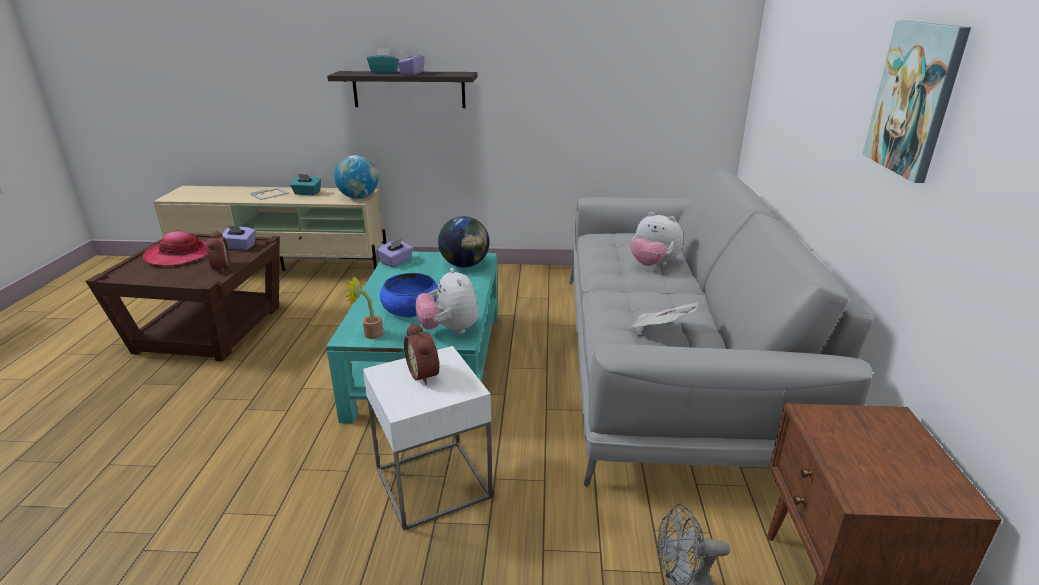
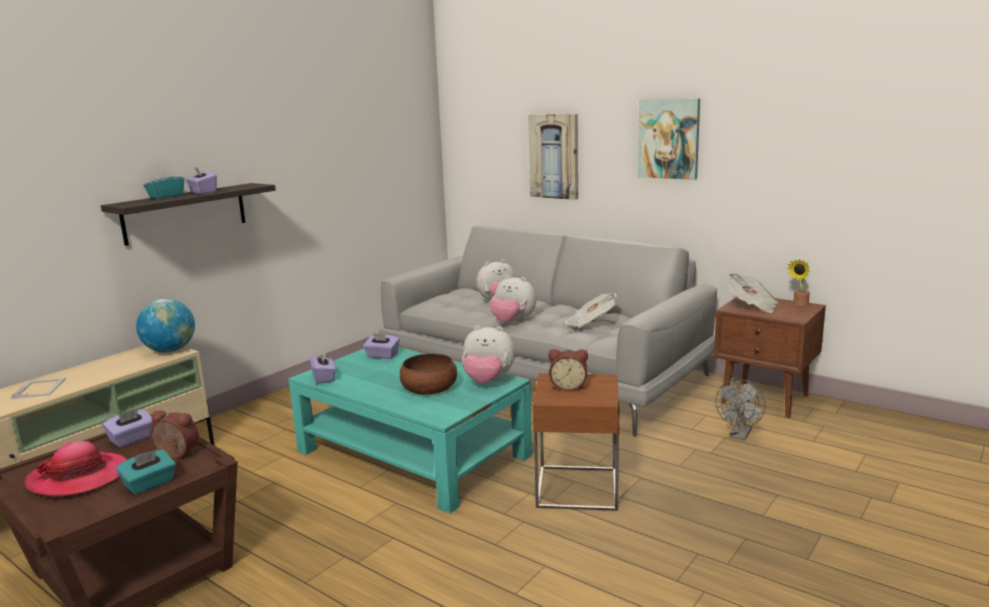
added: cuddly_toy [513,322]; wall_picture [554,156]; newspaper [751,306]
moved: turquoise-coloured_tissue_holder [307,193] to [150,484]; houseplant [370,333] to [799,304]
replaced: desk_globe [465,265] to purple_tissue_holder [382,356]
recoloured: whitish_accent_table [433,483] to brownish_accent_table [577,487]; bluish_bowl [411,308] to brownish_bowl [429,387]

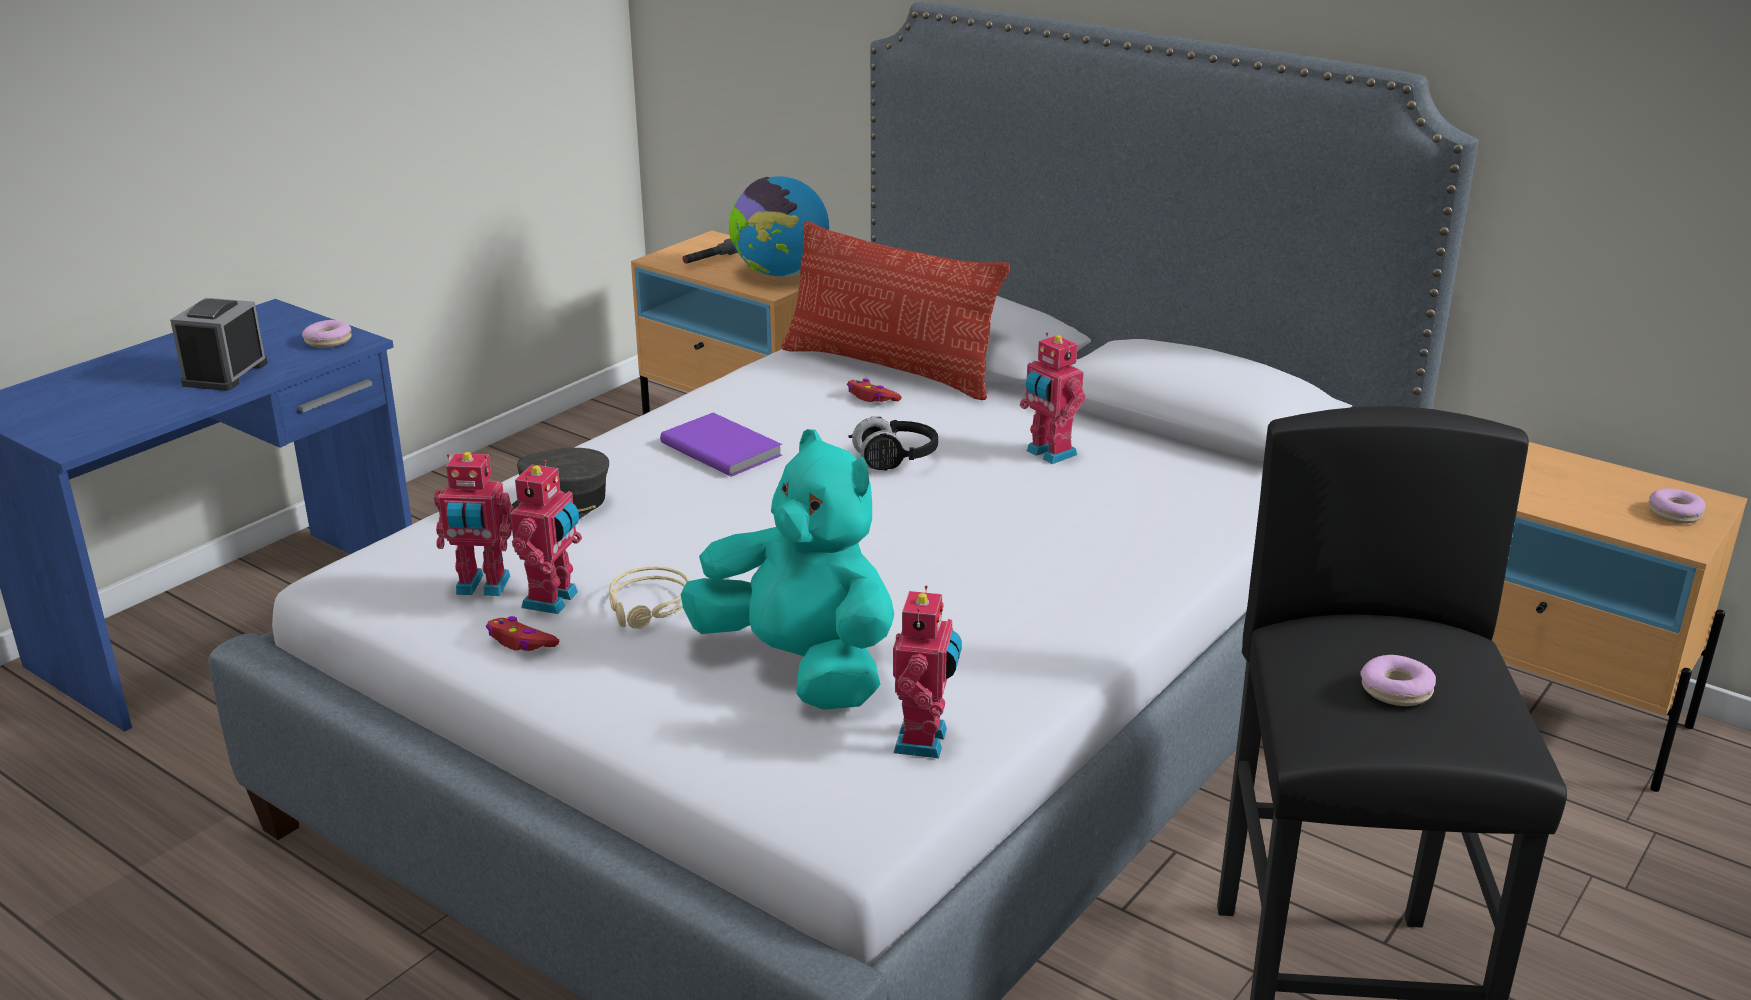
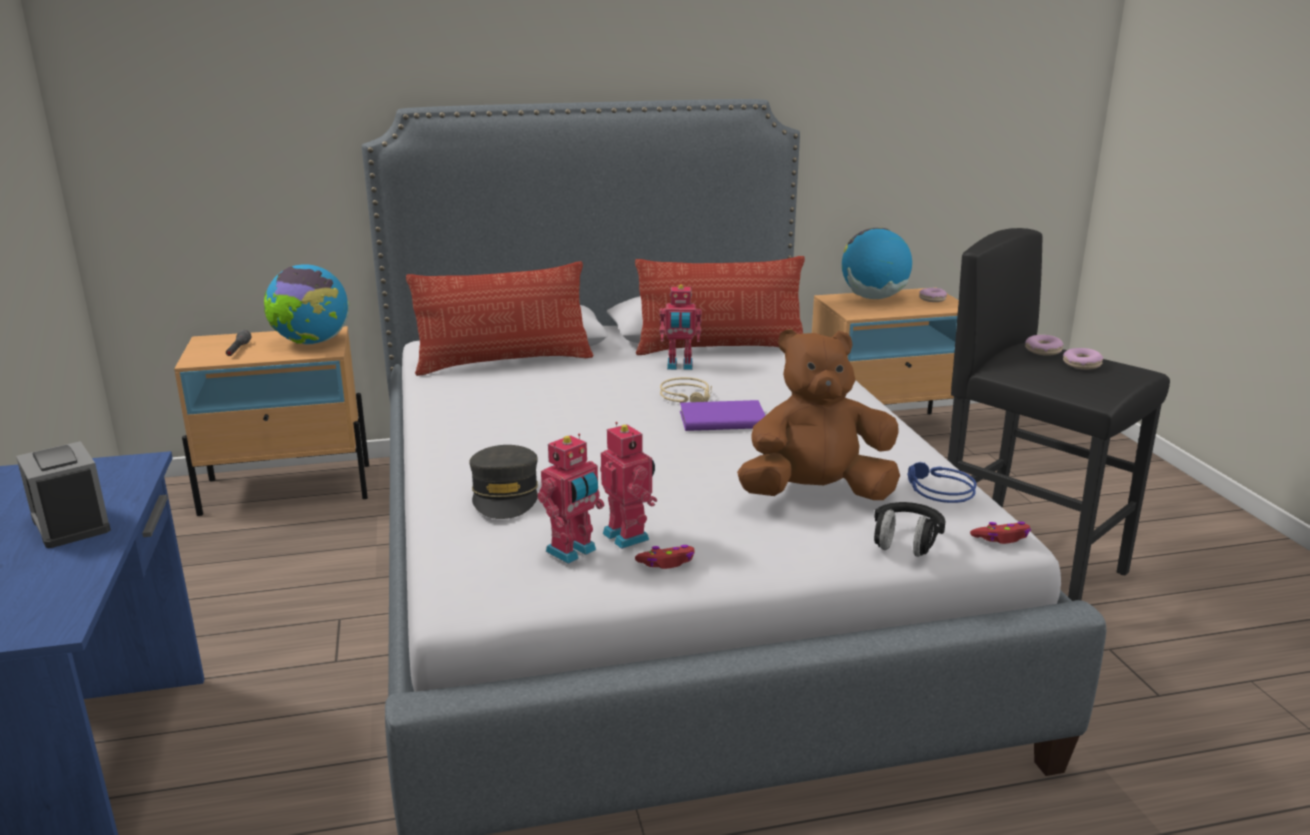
added: cushion [720,349]; desk_globe [873,298]
moved: donut [328,341] to [1043,351]; beige-coloured_headphones [649,607] to [688,397]; purple_volume [722,448] to [721,419]; red_gamepad [872,398] to [1001,538]; black-coloured_headphones [895,460] to [905,542]
replaced: toy_robot [925,741] to bluish_headphones [936,491]
recoloured: turquoise-coloured_cuddly_toy [800,666] to brownish_cuddly_toy [816,494]

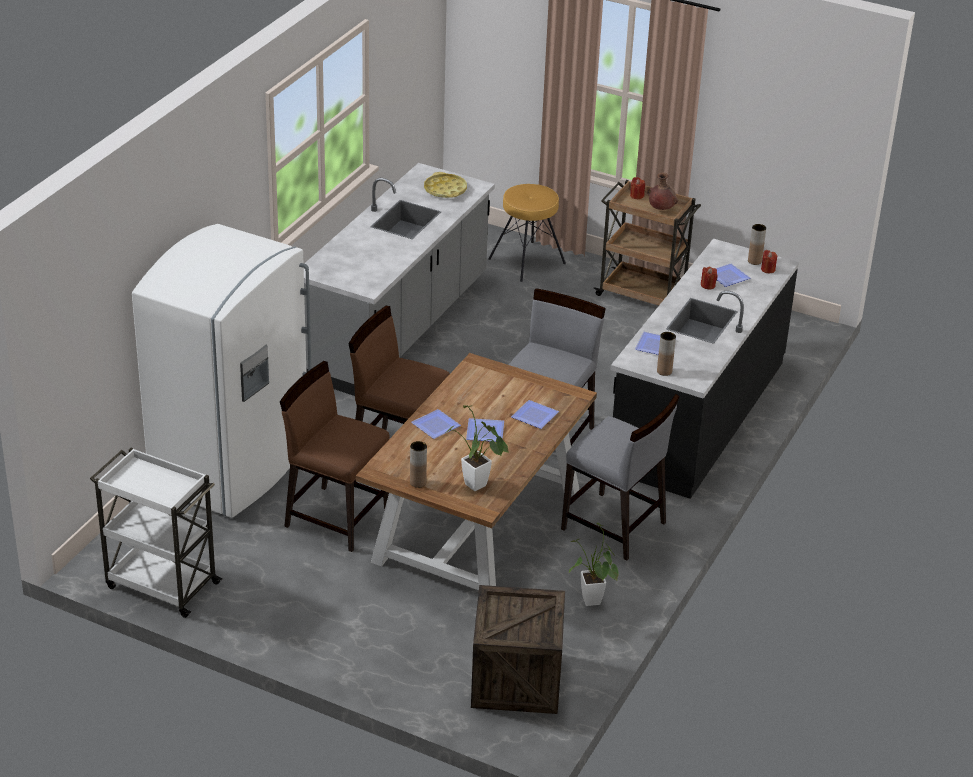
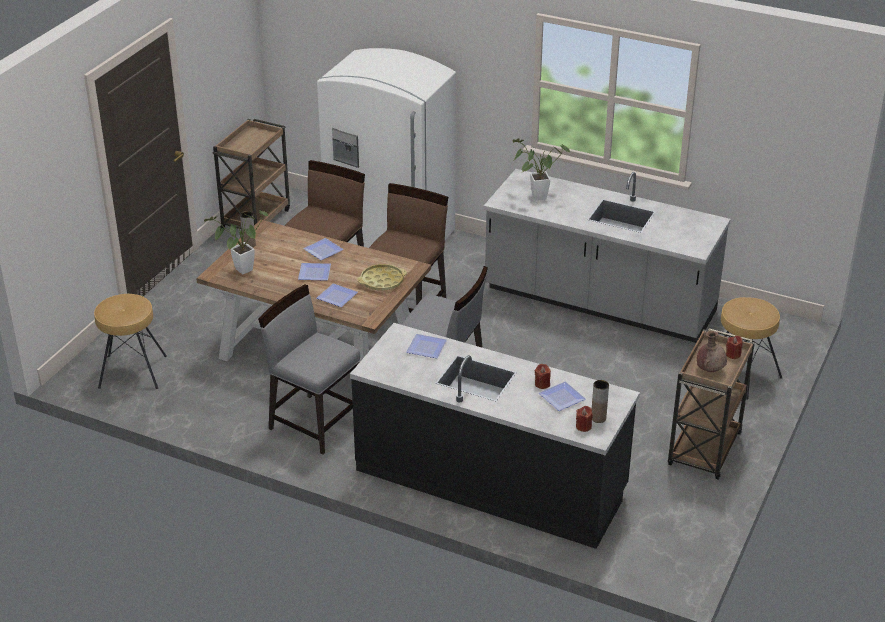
removed: brownish_flower_vase [664,371]
moved: yellow-coloured_carrying_tray [445,190] to [382,281]; houseplant [592,604] to [535,197]
replaced: crate [516,680] to brownish_stool [132,371]
recoloured: whitish_cart [160,584] to brownish_cart [256,219]
turned: gray_chair [614,527] = [315,423] 90 degrees clockwise

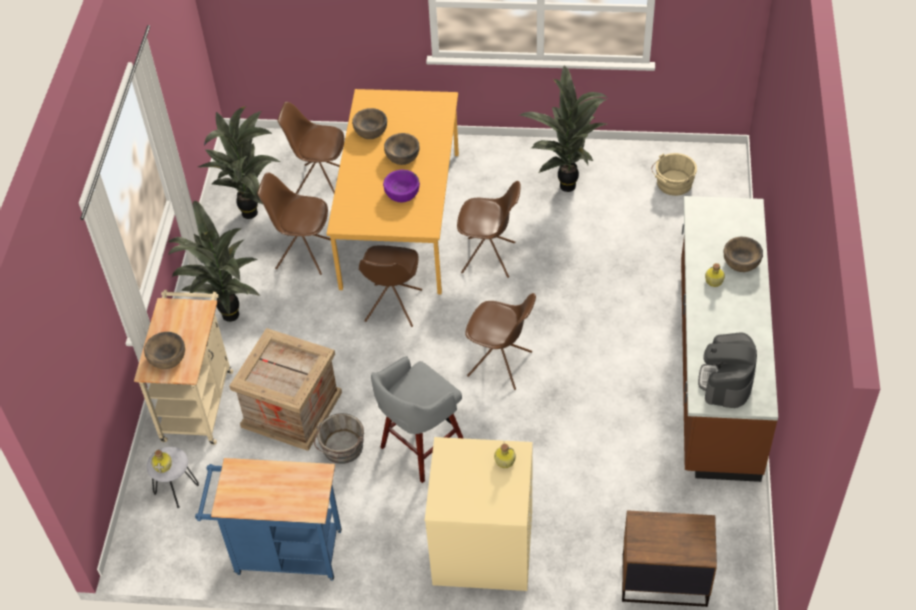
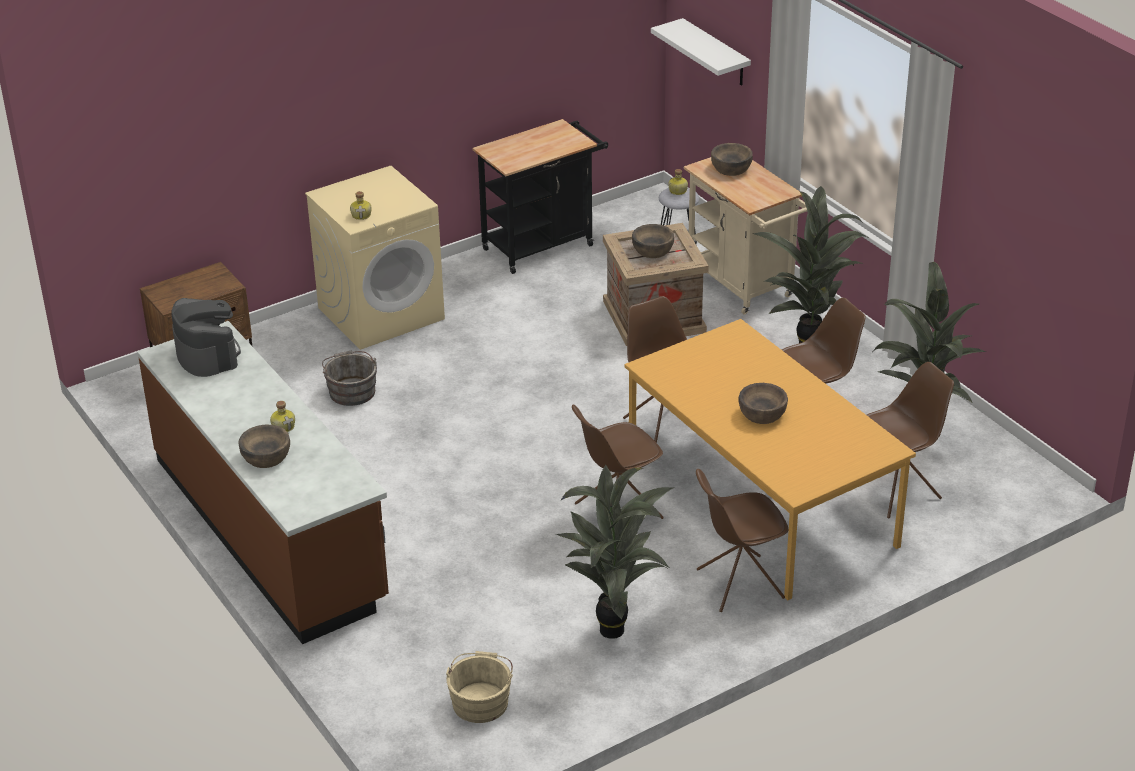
removed: gray_stool [420,447]; purple_bowl [402,193]
added: whitish_wall_shelf [715,53]
moved: gray_pail [342,449] to [351,390]; brownish_bowl [370,130] to [652,250]; brownish_chair [501,364] to [738,584]
recoloured: bluish_cart [282,552] to black-coloured_cart [543,245]

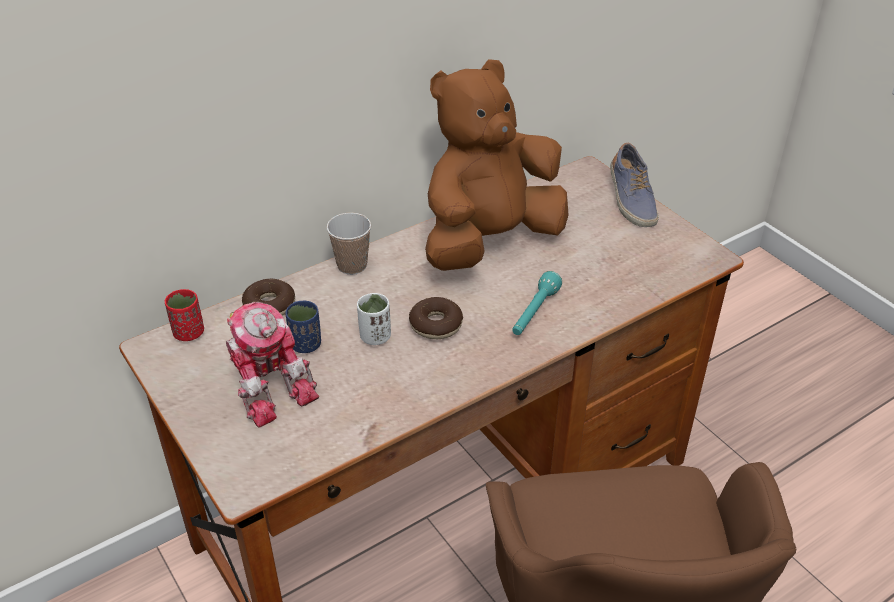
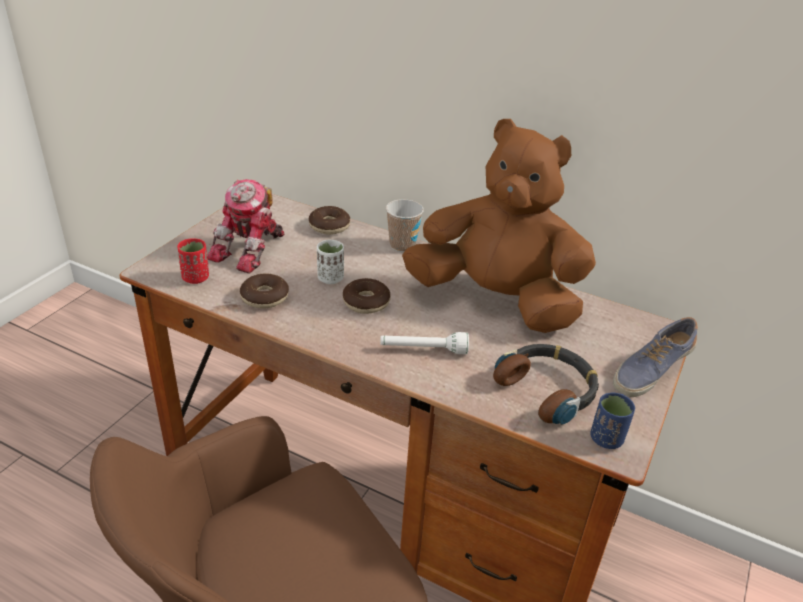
added: donut [265,298]; headphones [547,389]
moved: red_drinking_cup [189,333] to [196,278]; bluish_drinking_cup [306,345] to [606,439]
recoloured: turquoise-coloured_torch [534,313] to whitish_torch [423,350]

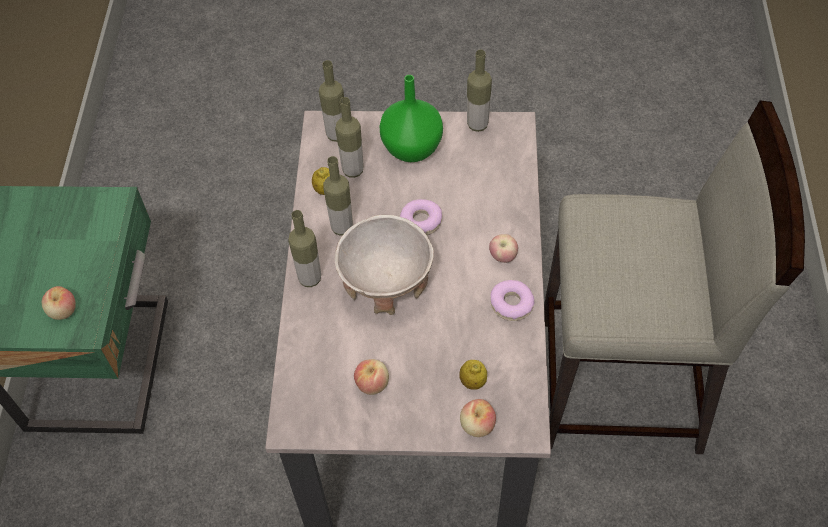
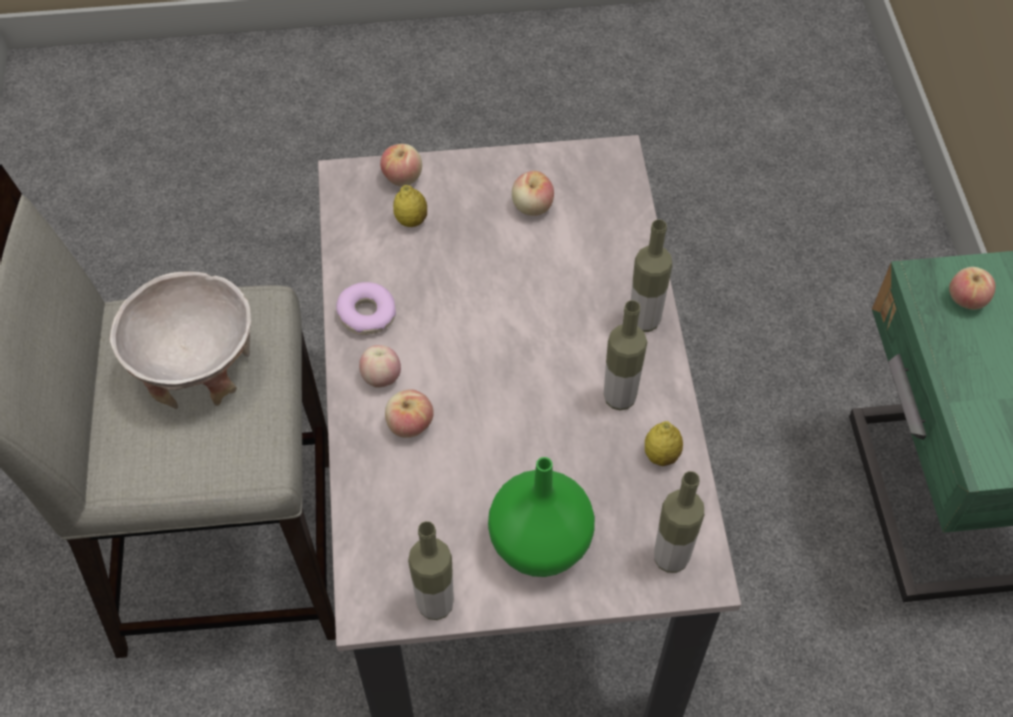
removed: drink_bottle [353,170]; donut [421,221]
added: whole_apple [409,425]
moved: beige-coloured_bowl [386,284] to [196,369]

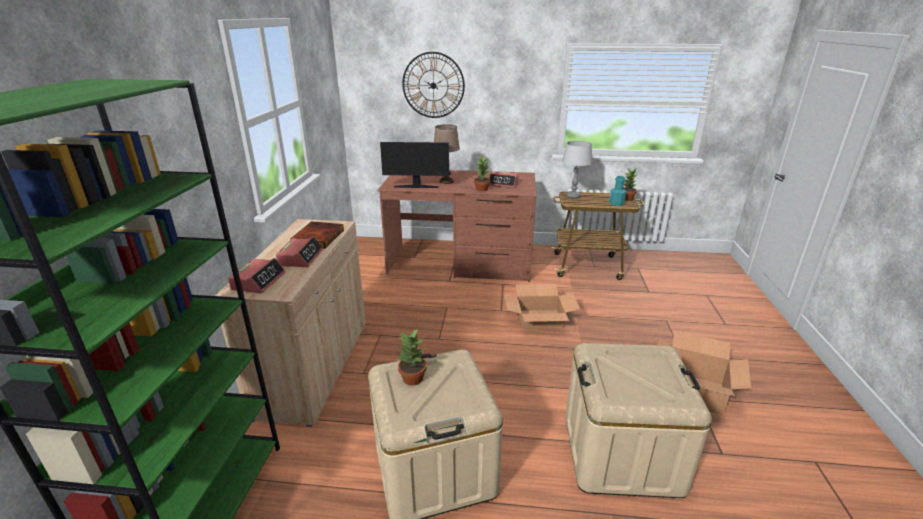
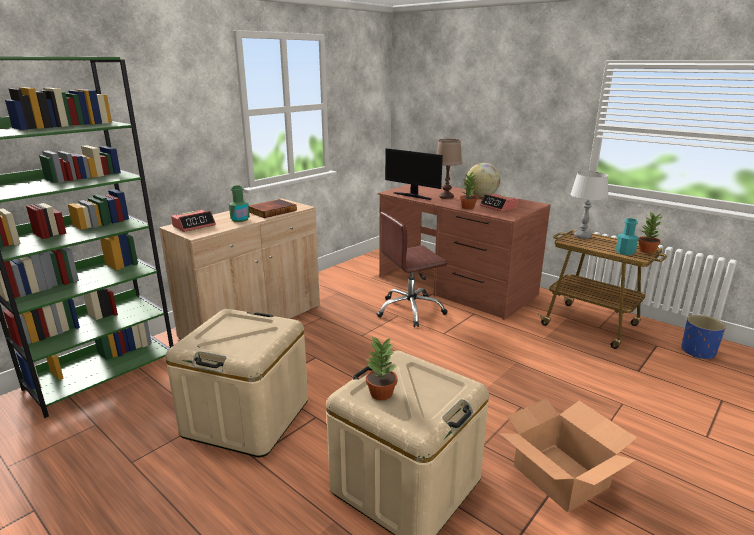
removed: hanging_clock [433,85]; packing_box [539,319]
added: brownish_computer_chair [410,310]; desk_globe [482,196]; bluish_flower_pot [698,352]
moved: houseplant [412,378] to [380,393]
replaced: alarm_clock [300,258] to green_drink_bottle [240,219]

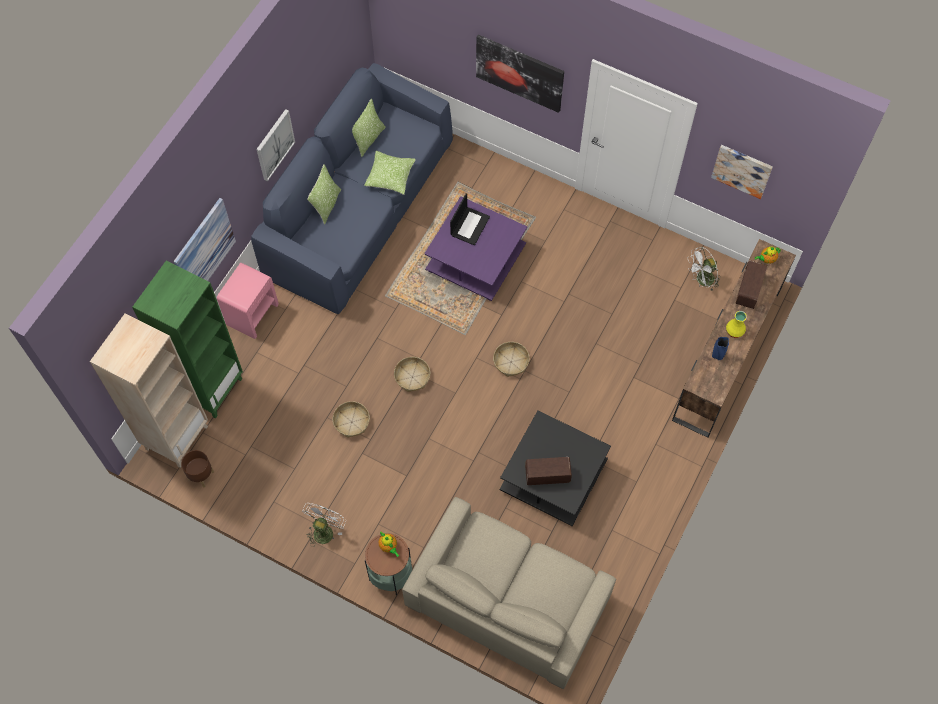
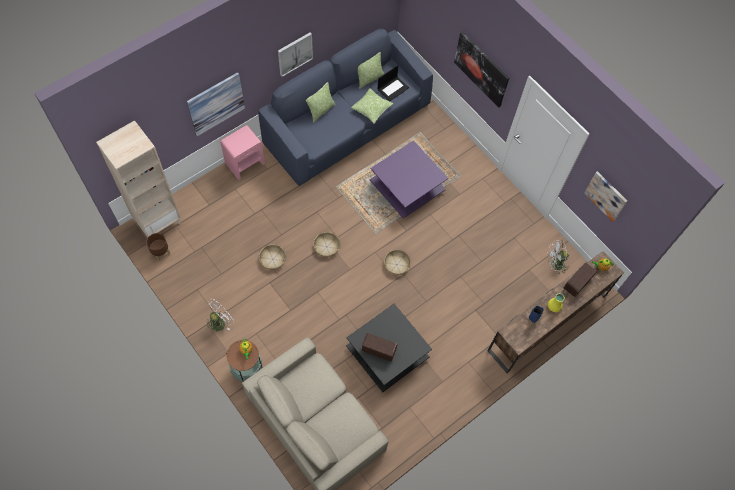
removed: green_bookshelf [211,388]
moved: notebook_computer [470,225] to [393,88]

